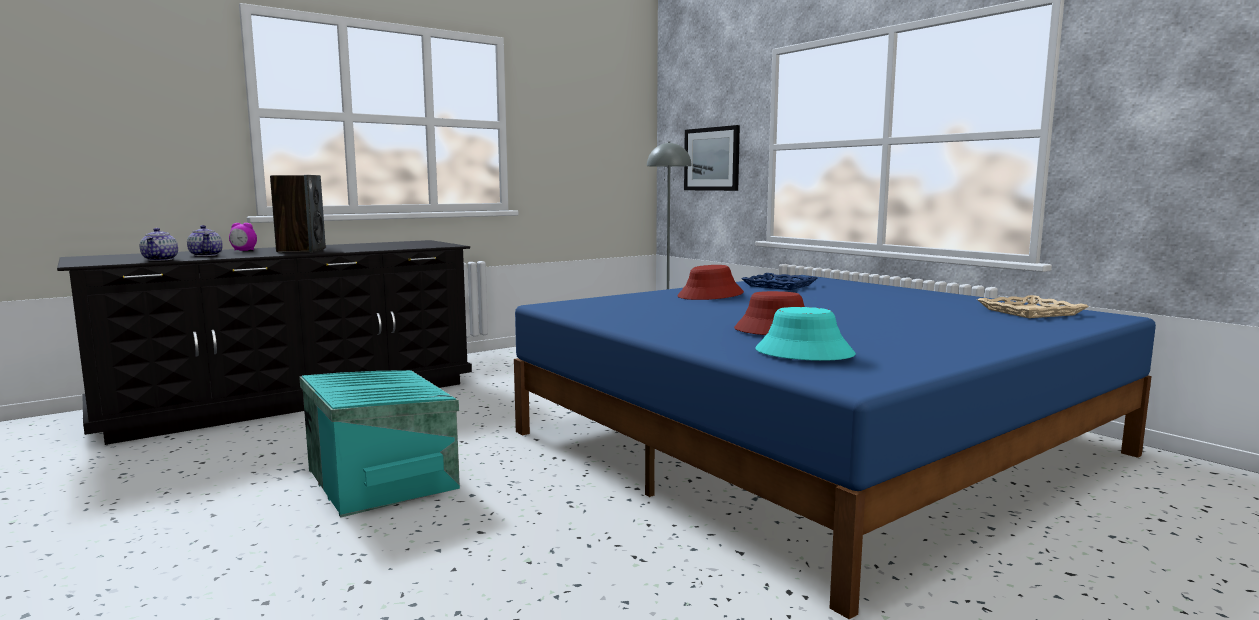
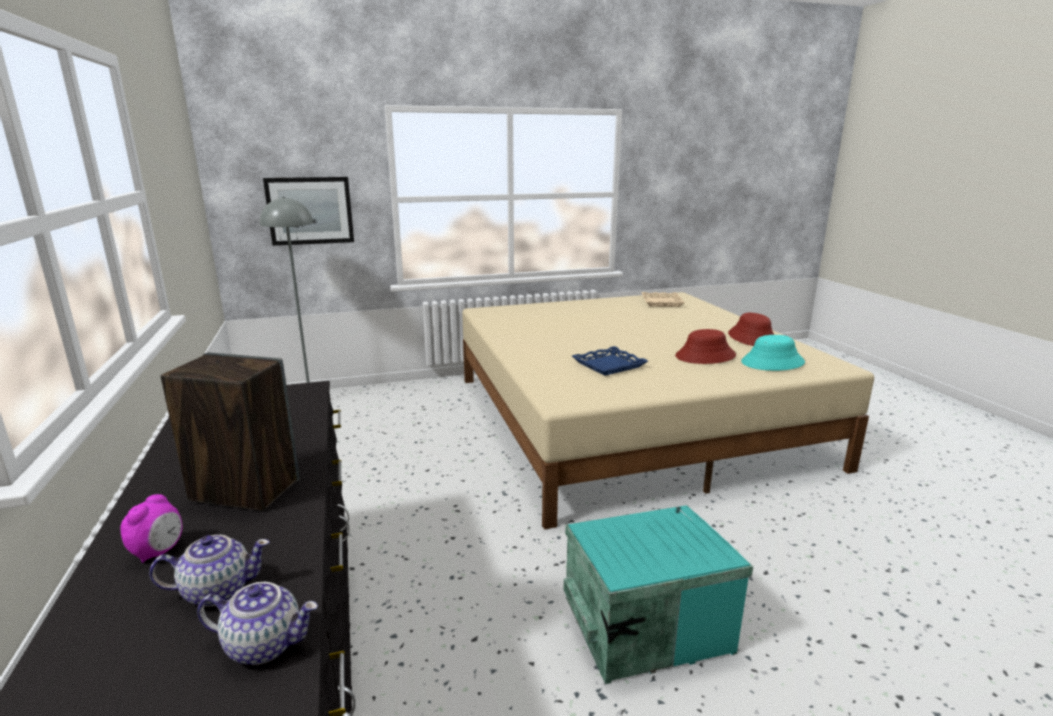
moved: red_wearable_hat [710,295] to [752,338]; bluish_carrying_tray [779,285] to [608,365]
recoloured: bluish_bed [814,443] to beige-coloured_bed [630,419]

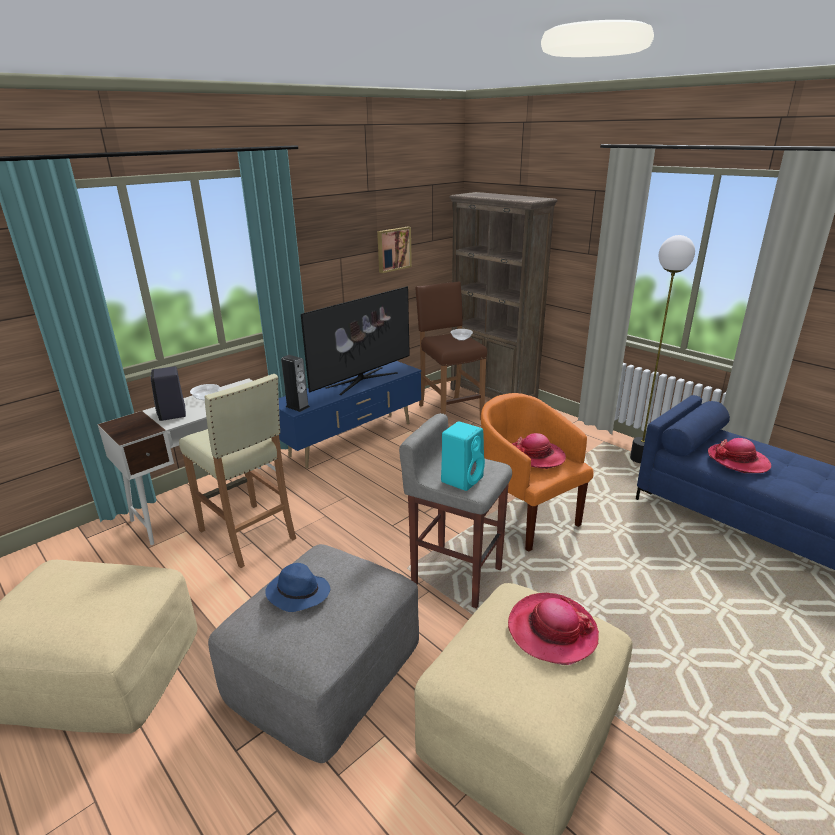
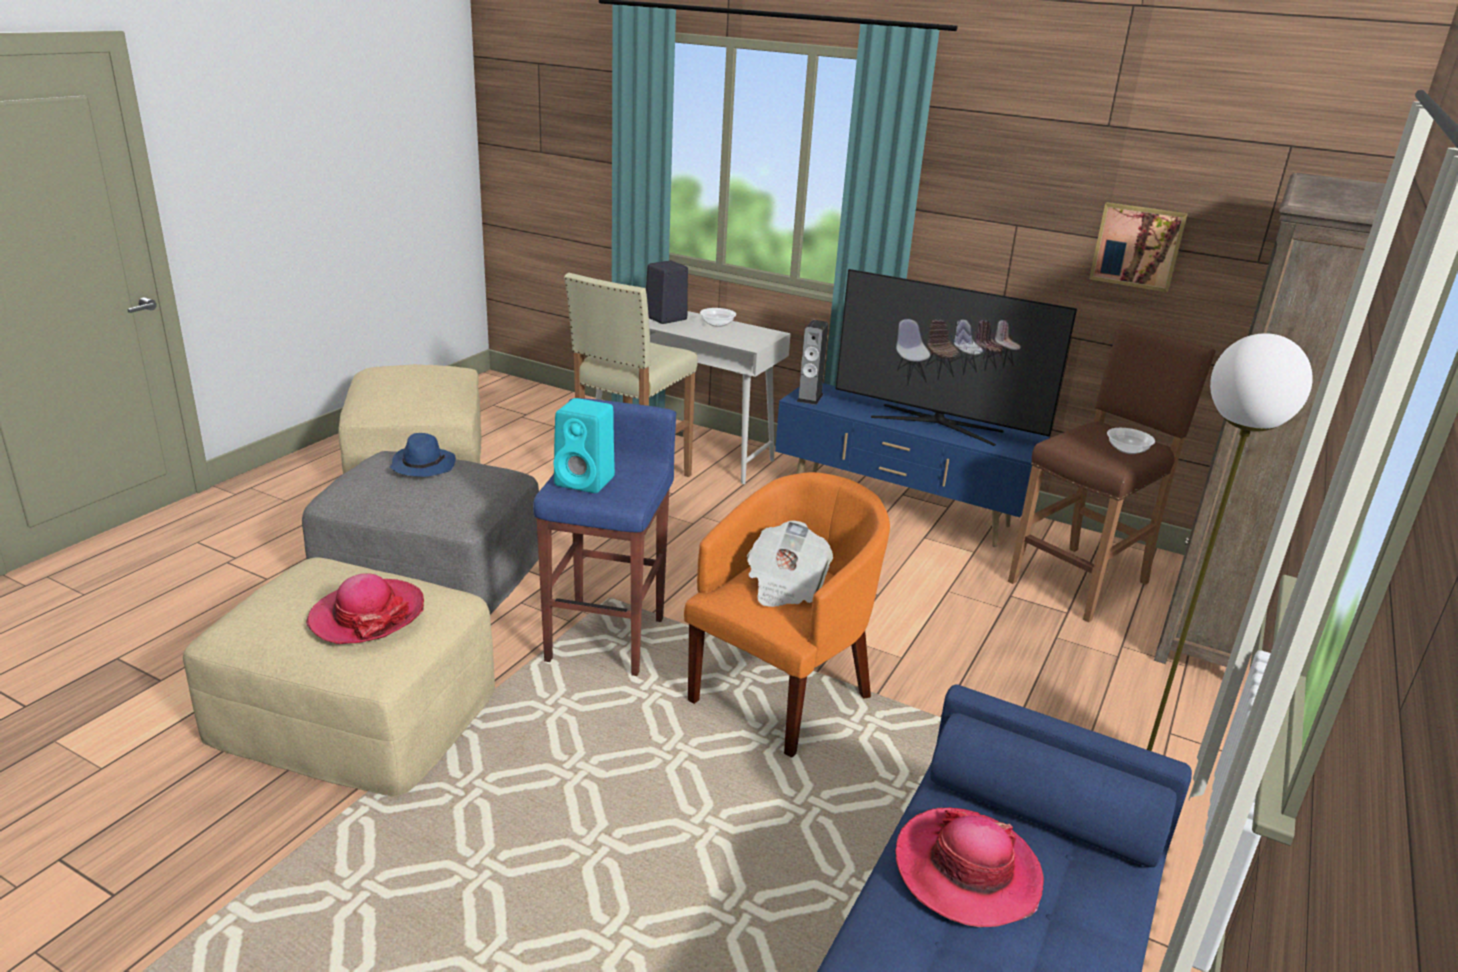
replaced: wearable_hat [536,456] to newspaper [785,585]
recoloured: gray_stool [456,575] to bluish_stool [608,638]

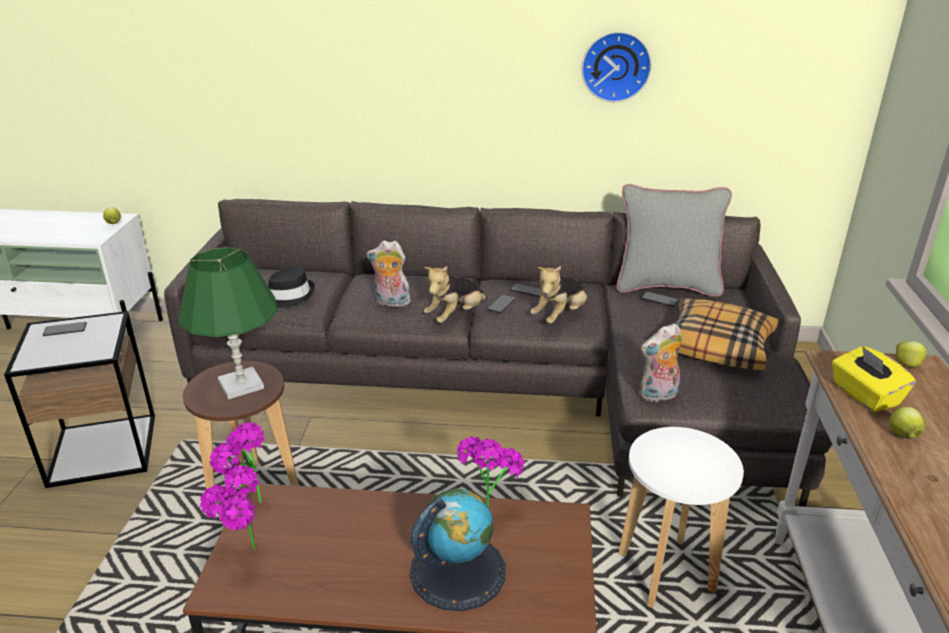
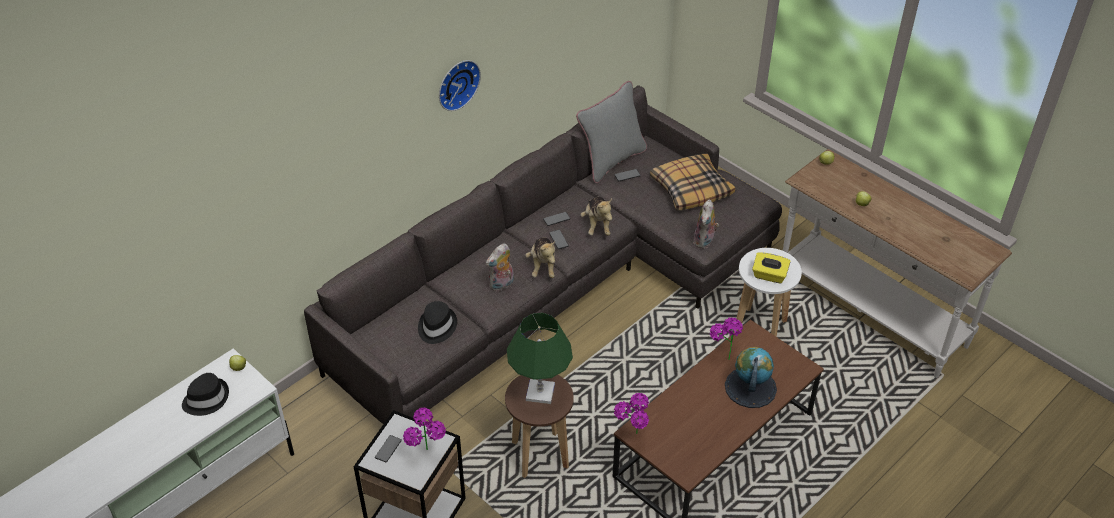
added: black-coloured_wearable_hat [206,398]
moved: houseplant [243,557] to [428,456]; hanging_clock [615,66] to [456,83]; yellow-coloured_tissue_holder [864,395] to [769,275]

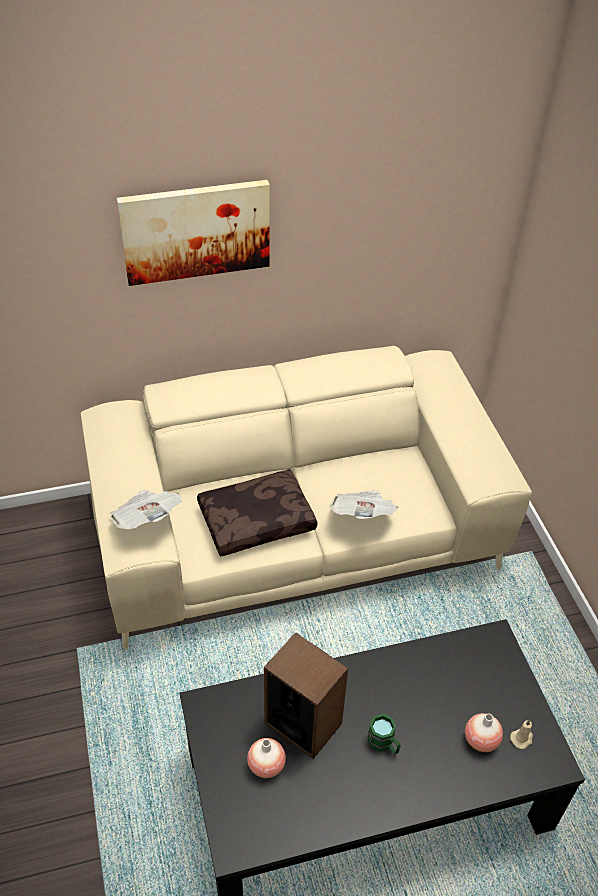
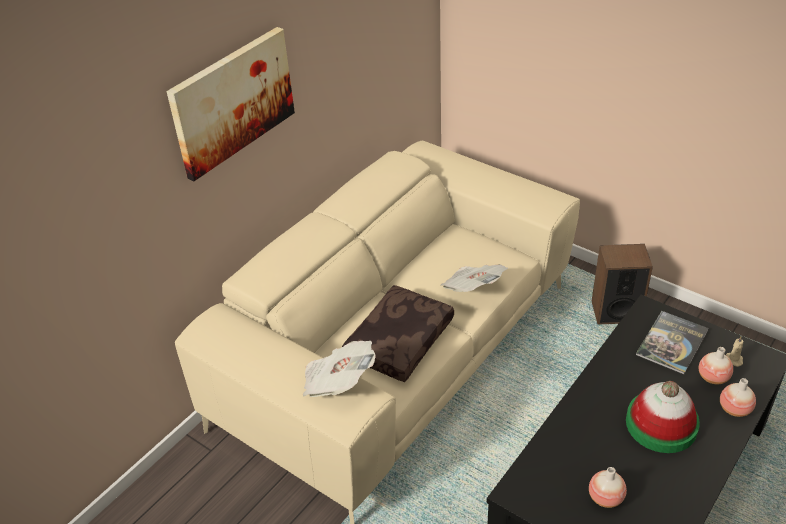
added: volume [672,343]; flower_vase [734,409]
moved: loudspeaker [303,722] to [615,312]
replaced: green_tea_mug [384,743] to wearable_hat [661,424]

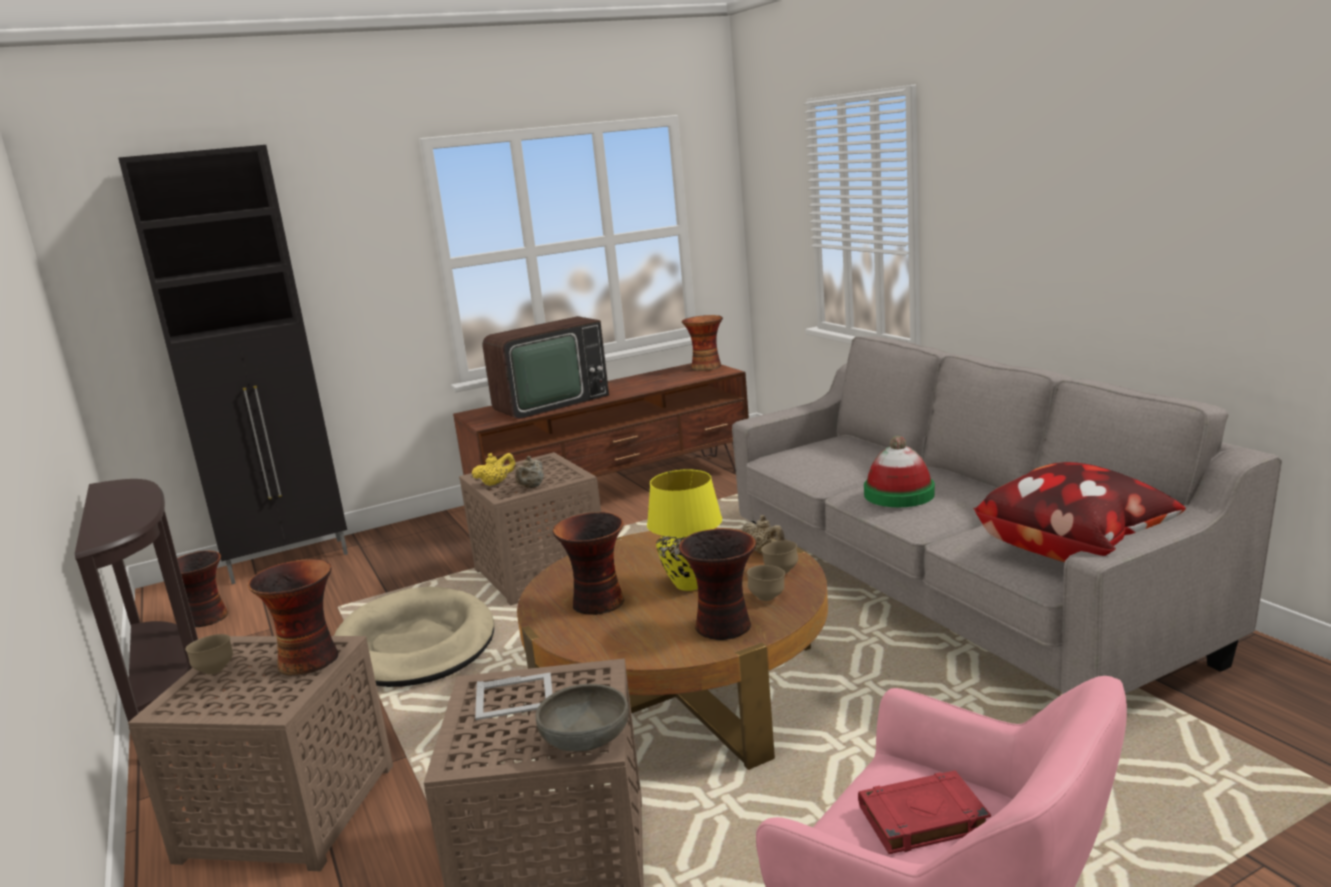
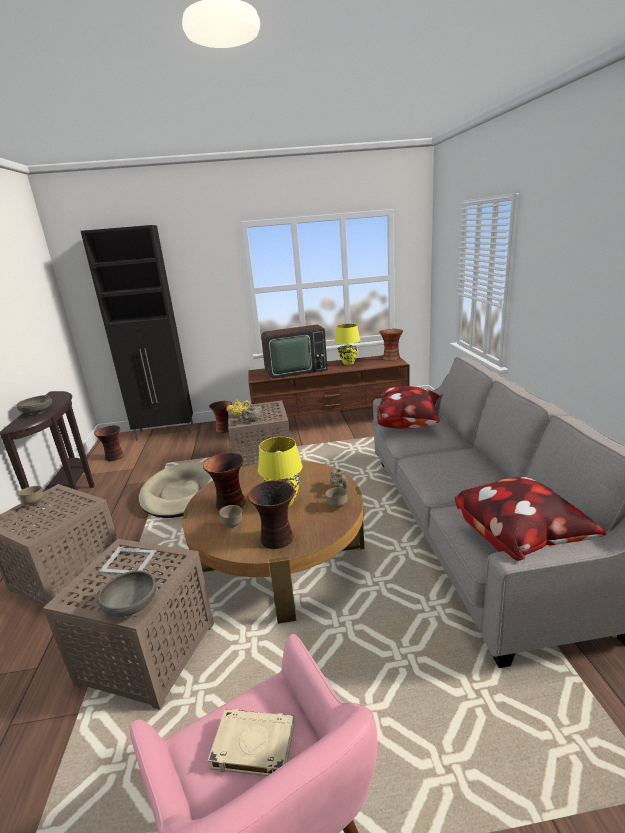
removed: wearable_hat [899,494]
added: gray_bowl [37,412]; yellow-coloured_lamp_for_a_table [348,363]; cushion [409,424]
moved: flower_vase [310,660] to [225,429]; brownish_bowl [767,598] to [233,525]
recoloured: red_volume [921,819] to beige-coloured_volume [252,745]

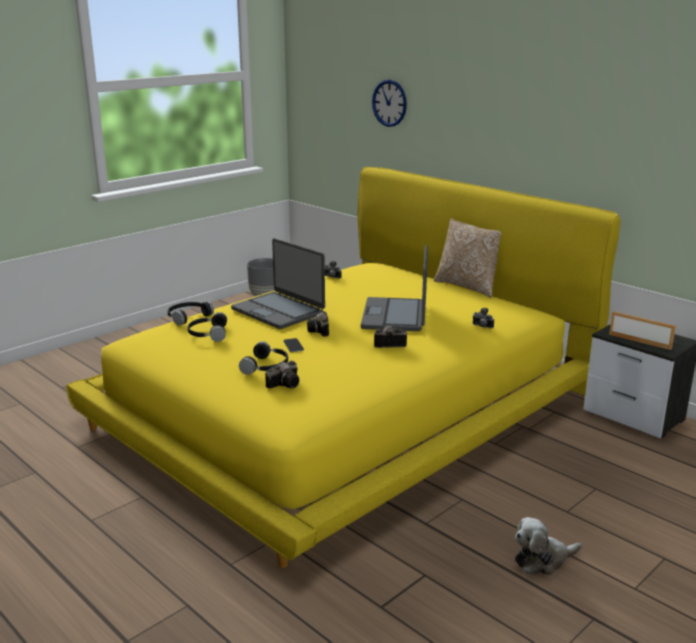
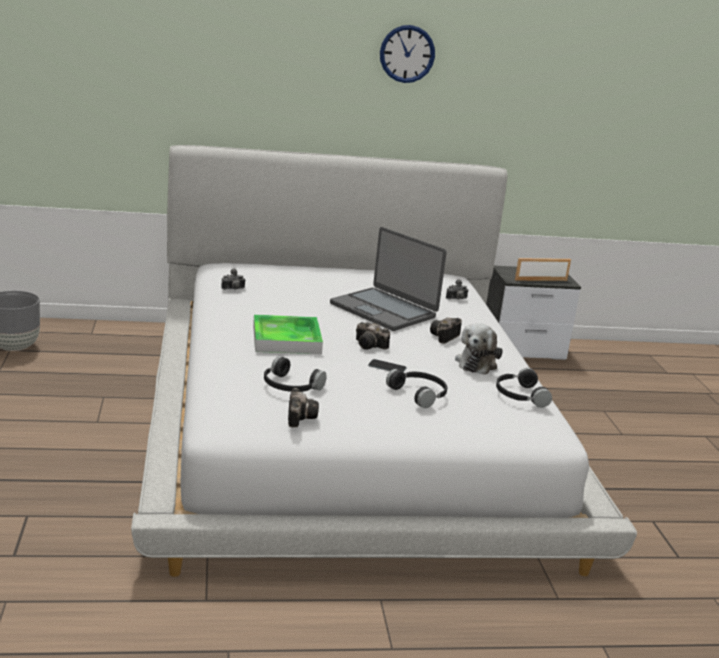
removed: cushion [468,286]
moved: black-coloured_headphones [188,317] to [519,395]; photo_camera [286,384] to [299,417]; hanging_clock [389,103] to [407,54]; cuddly_toy [542,560] to [477,363]
replaced: notebook_computer [278,311] to carrying_tray [286,339]
recoloured: yellow-coloured_bed [348,406] to whitish_bed [349,427]

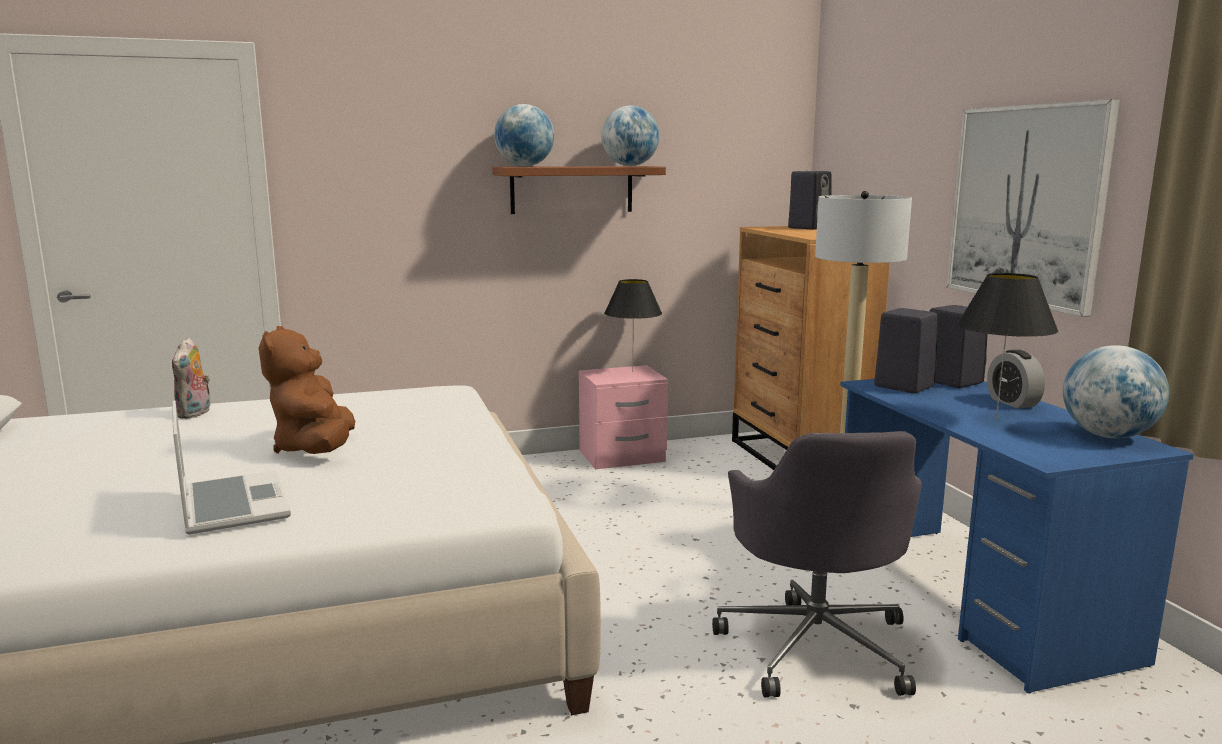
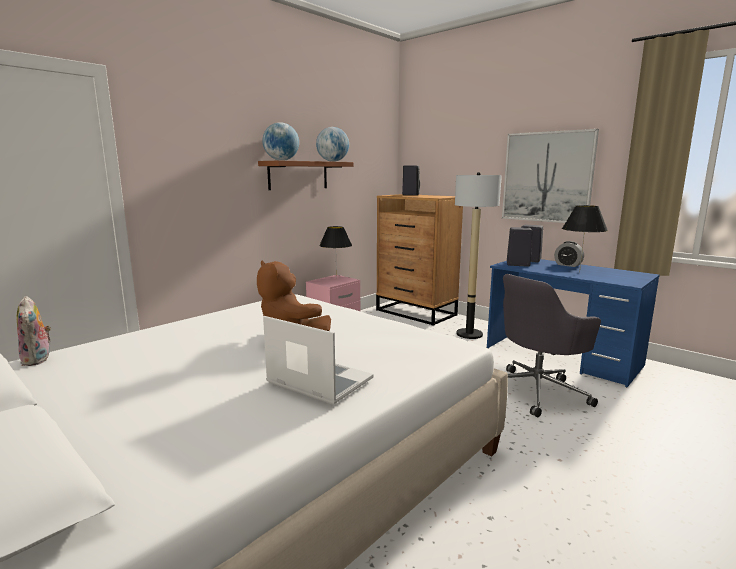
removed: desk_globe [1108,436]
moved: cuddly_toy [195,414] to [38,360]
turned: gray_computer_chair [816,645] = [537,391] 90 degrees clockwise

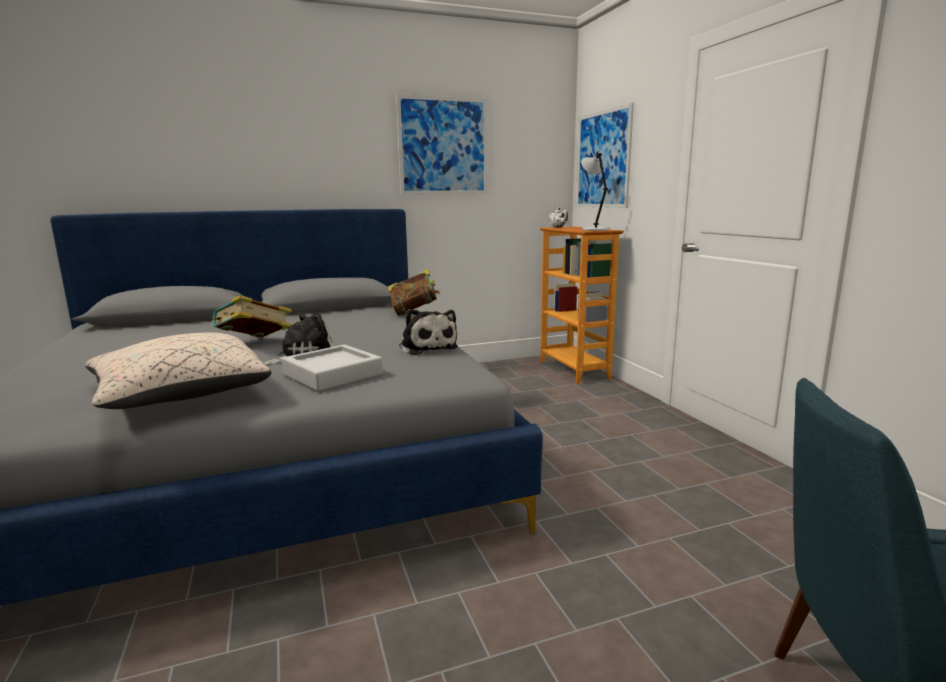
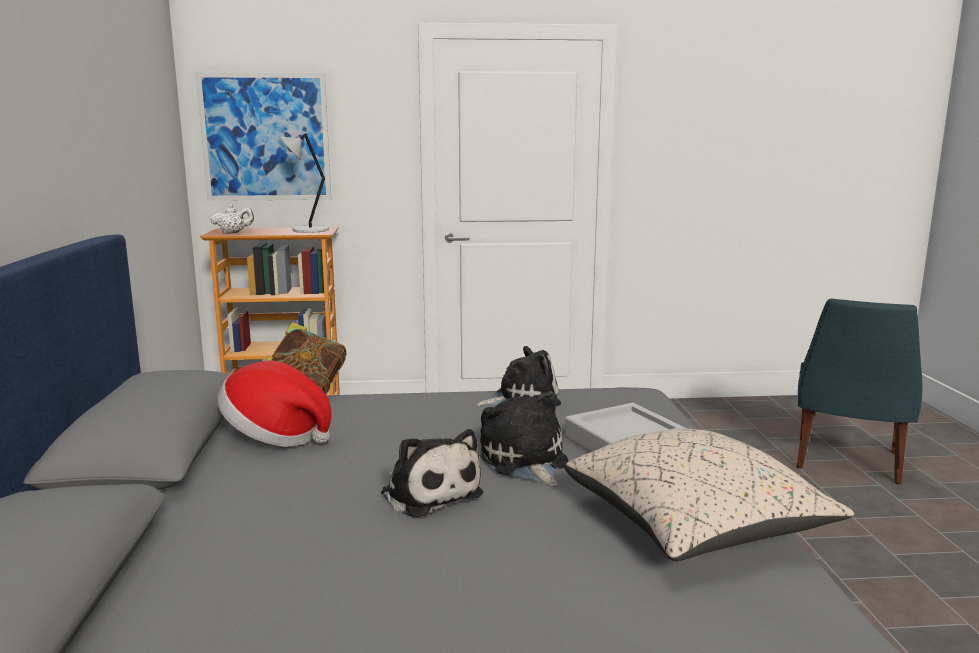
removed: wall_picture [443,146]
added: wearable_hat [275,436]
replaced: volume [254,343] to cuddly_toy [429,493]

